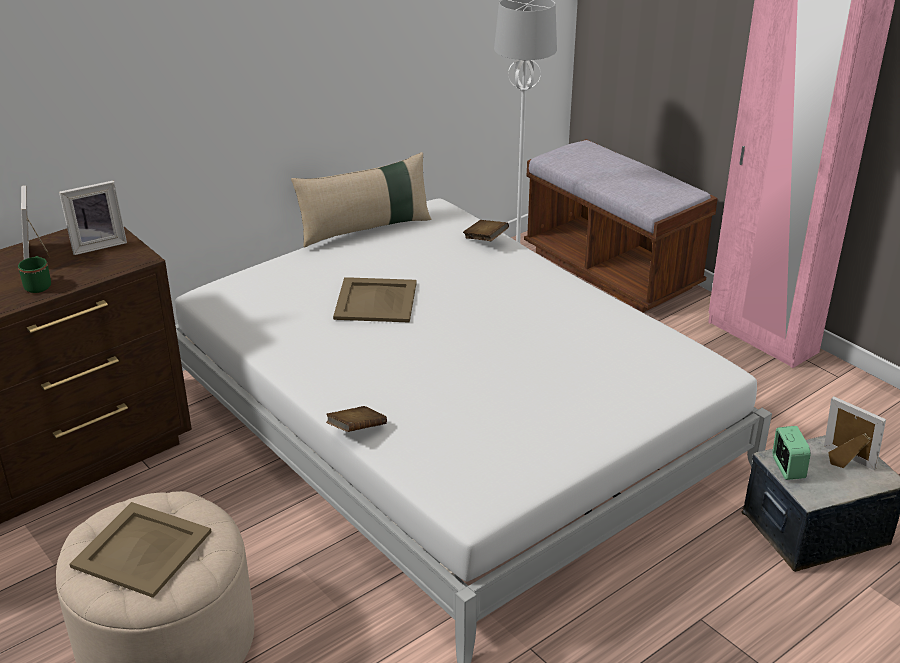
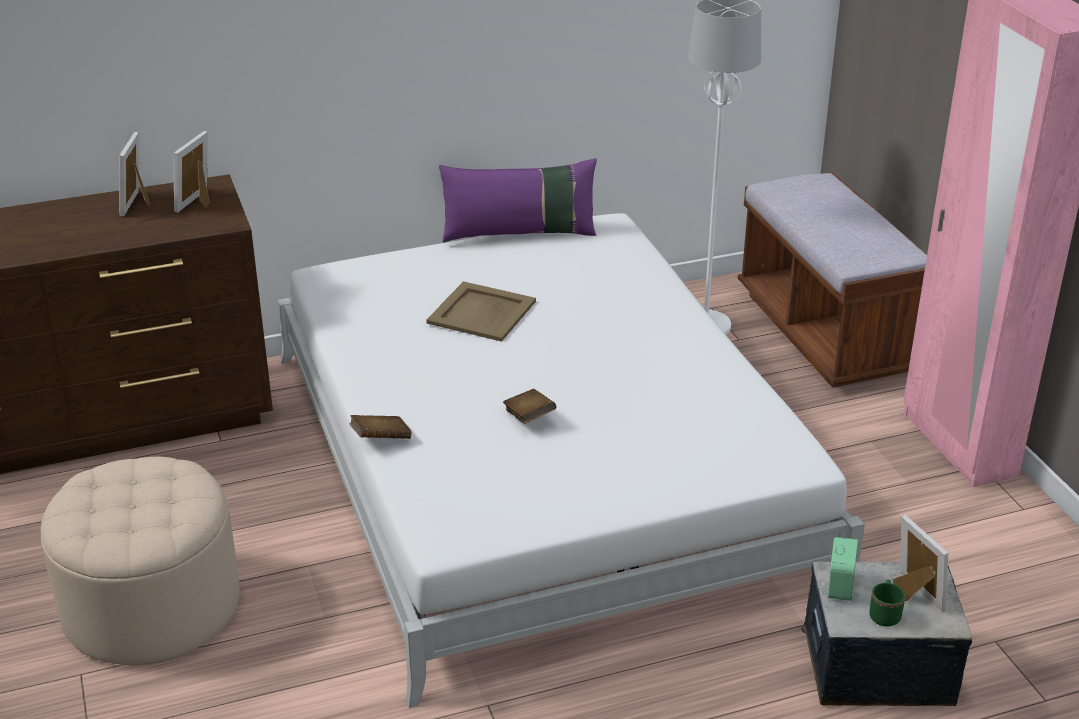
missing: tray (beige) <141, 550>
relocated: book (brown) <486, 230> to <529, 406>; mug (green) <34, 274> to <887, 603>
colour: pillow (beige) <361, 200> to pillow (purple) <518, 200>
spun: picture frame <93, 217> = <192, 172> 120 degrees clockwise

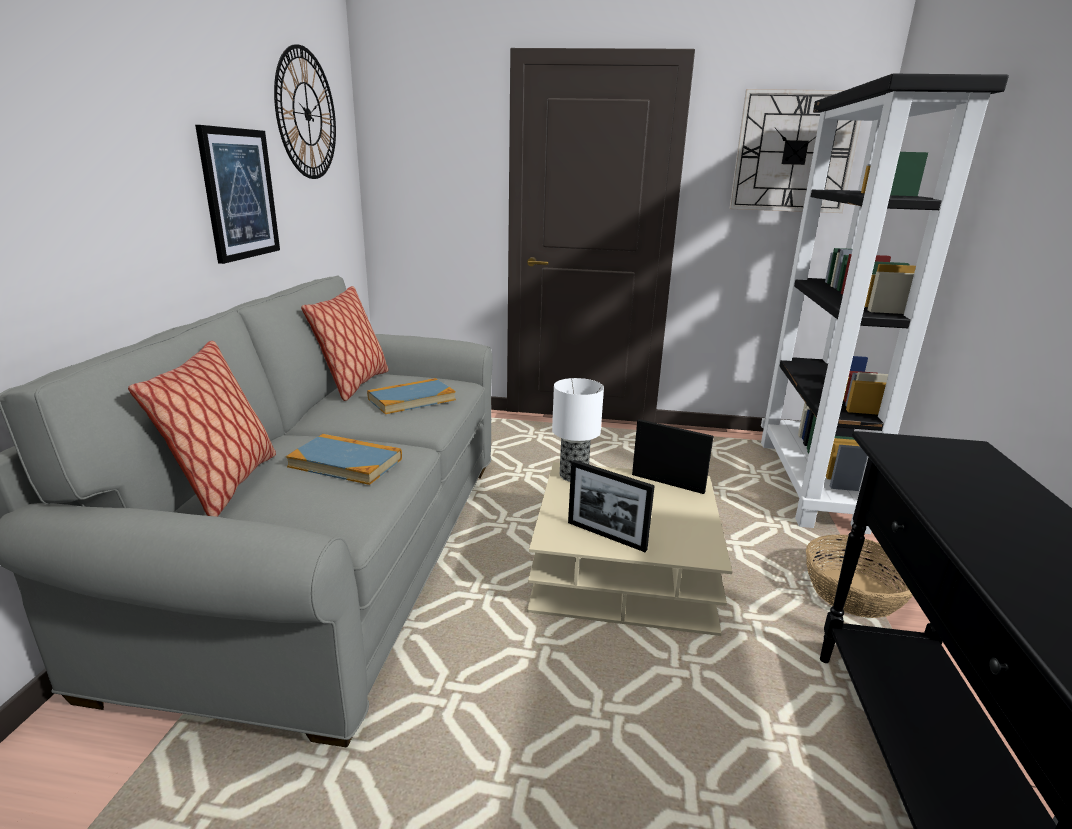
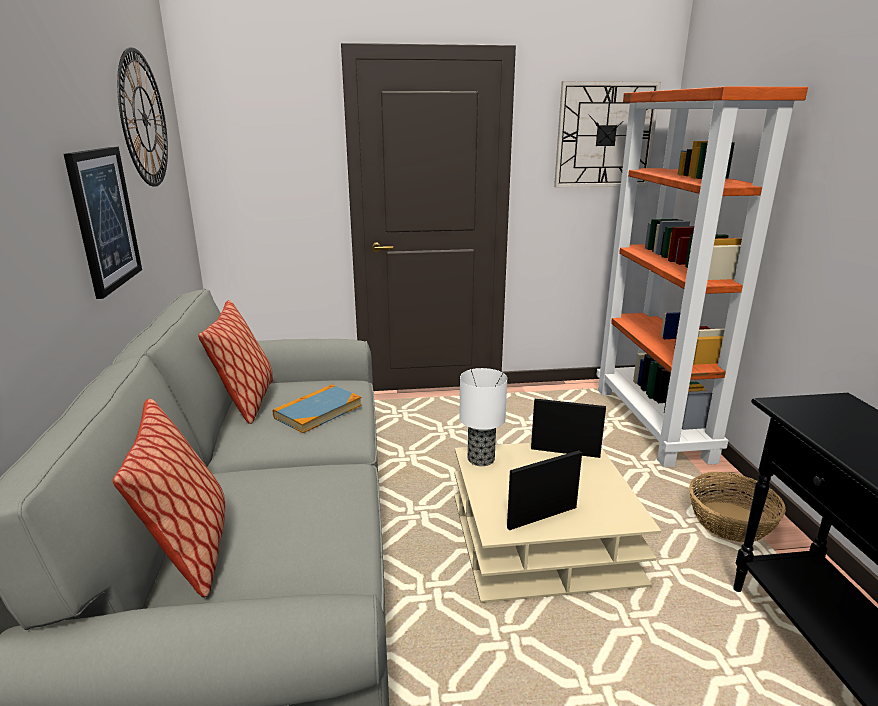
missing: book <344, 459>
colour: bookcase (black) <885, 304> to bookcase (orange) <702, 276>
spun: picture frame <611, 506> = <544, 490> 135 degrees clockwise

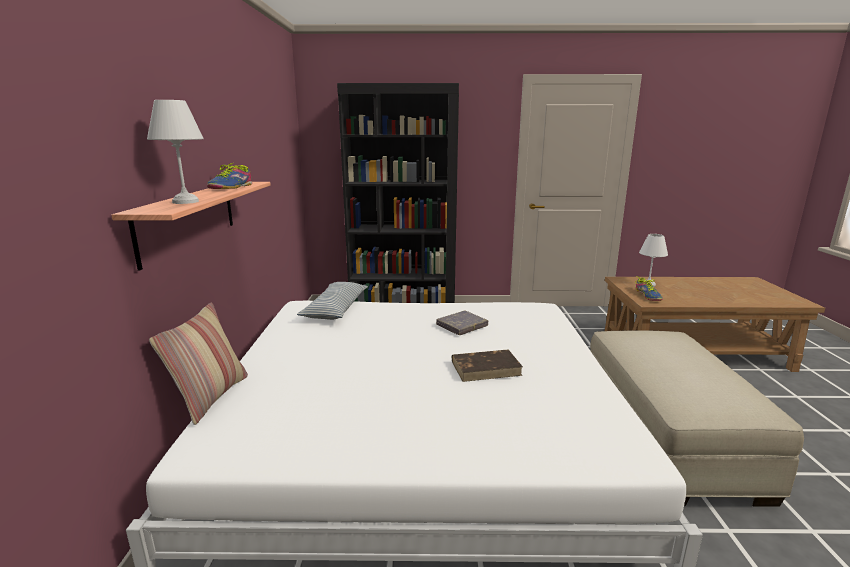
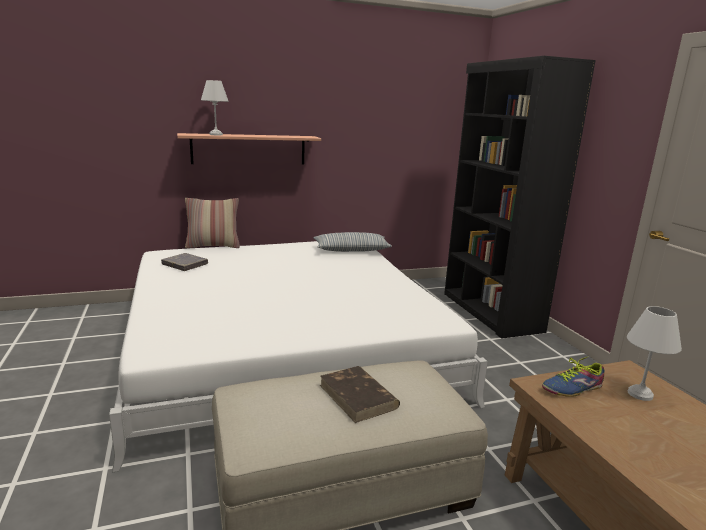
missing: shoe <229, 176>
relocated: book (grey) <462, 322> to <184, 262>; book (brown) <487, 366> to <360, 394>

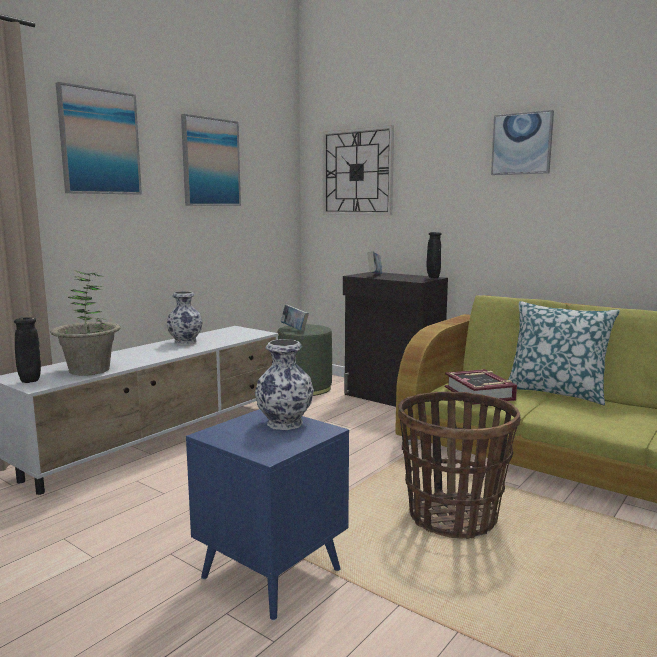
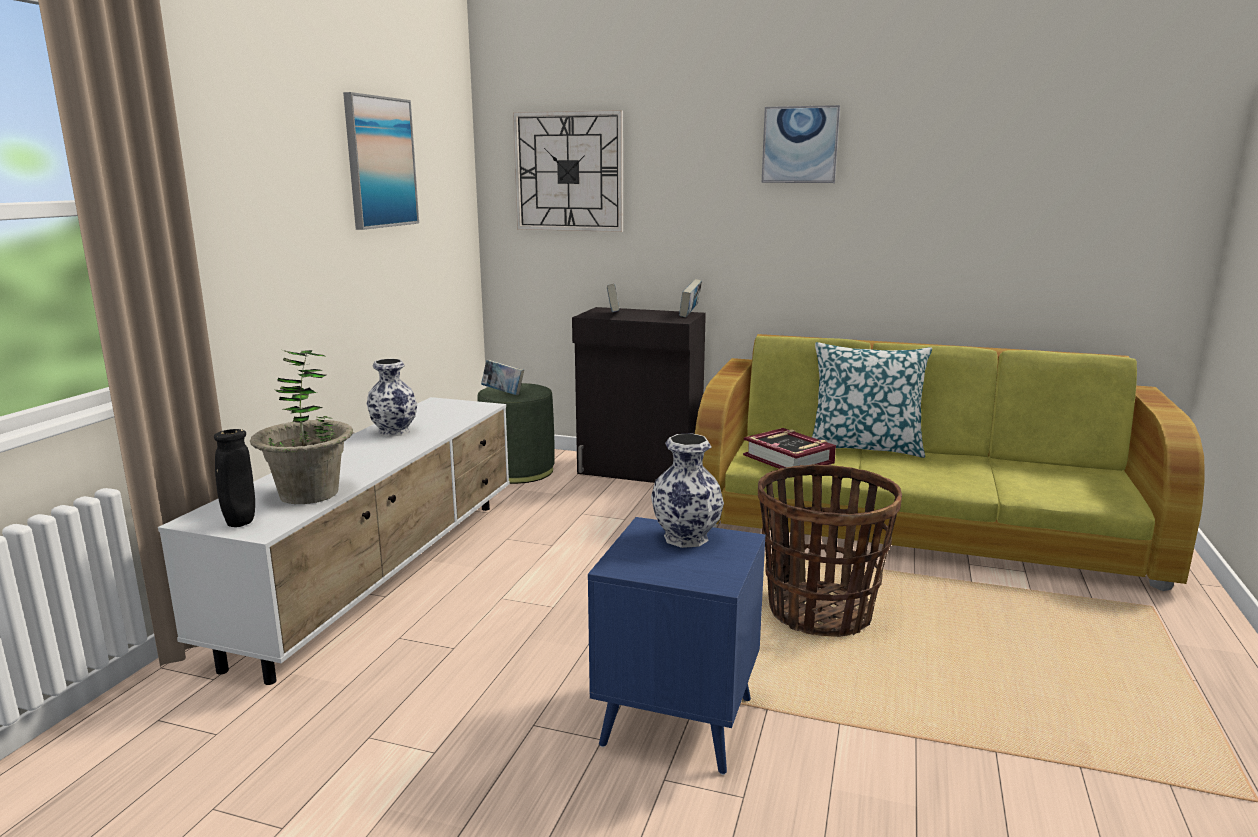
missing: picture <99, 138>
exchanged: vase (black) <434, 255> to book <690, 298>

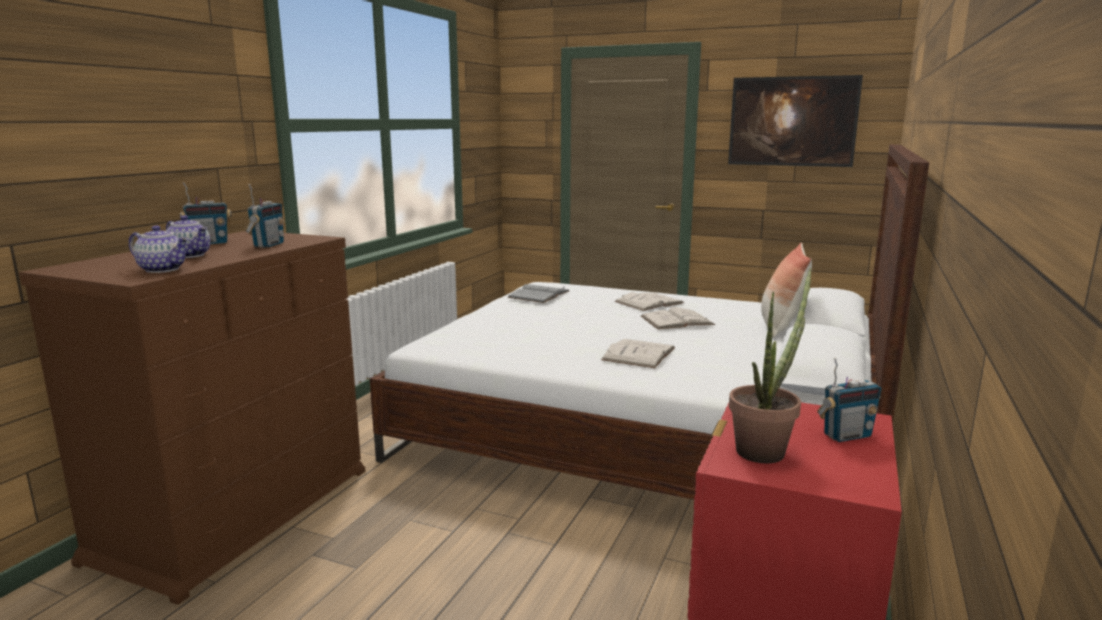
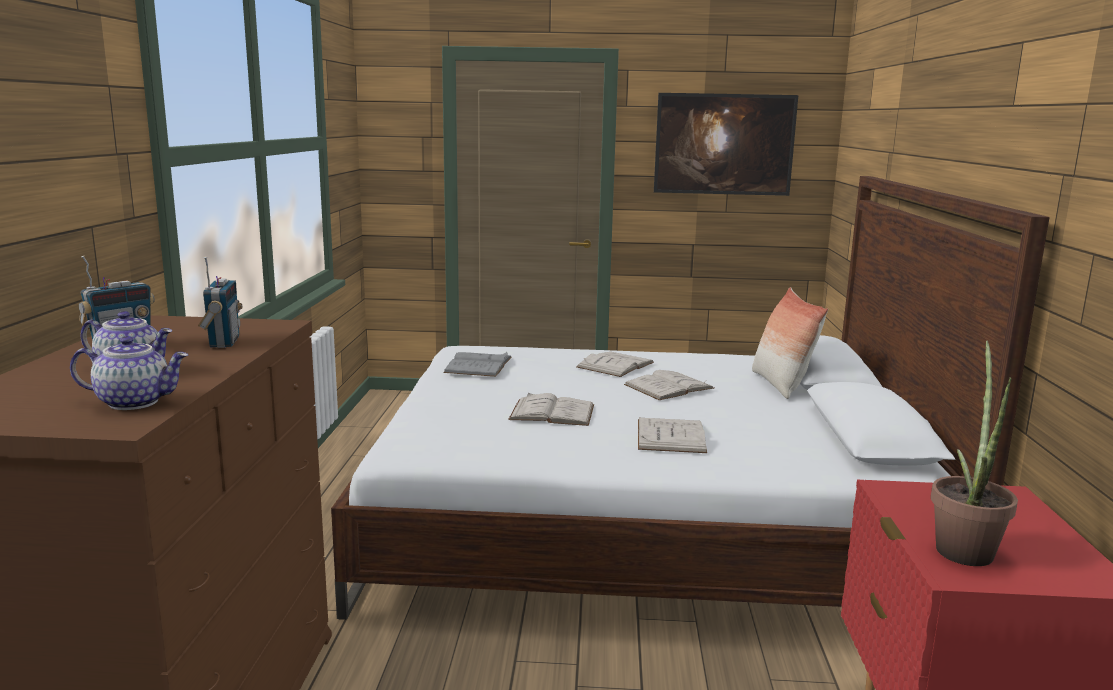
missing: radio <849, 400>
appeared: book (white) <551, 409>

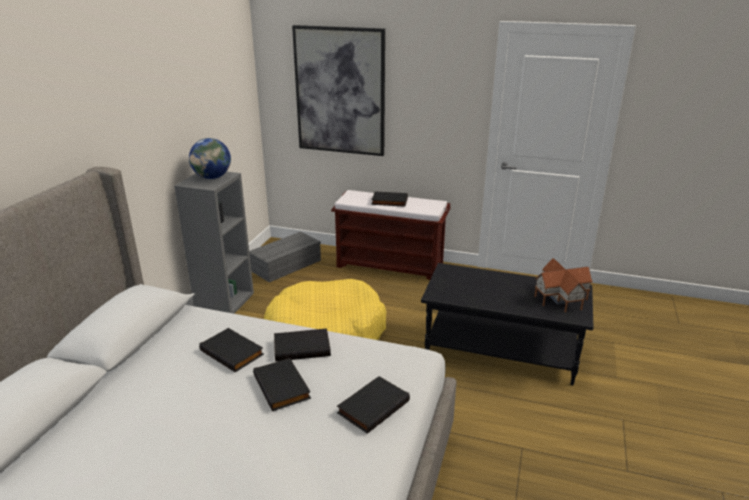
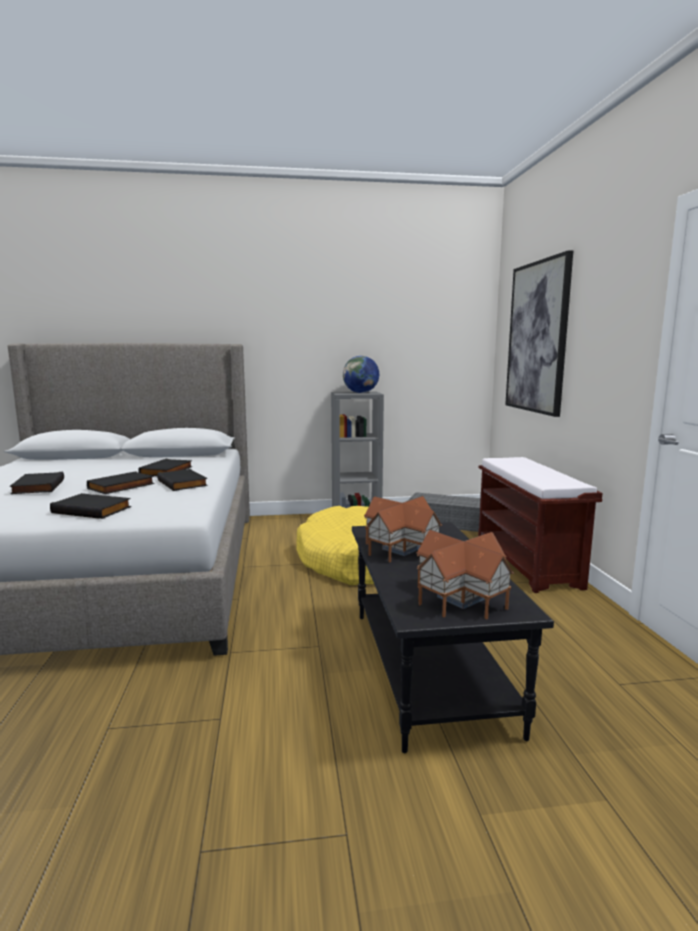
appeared: toy house <403, 529>
relocated: book (black) <389, 199> to <37, 483>

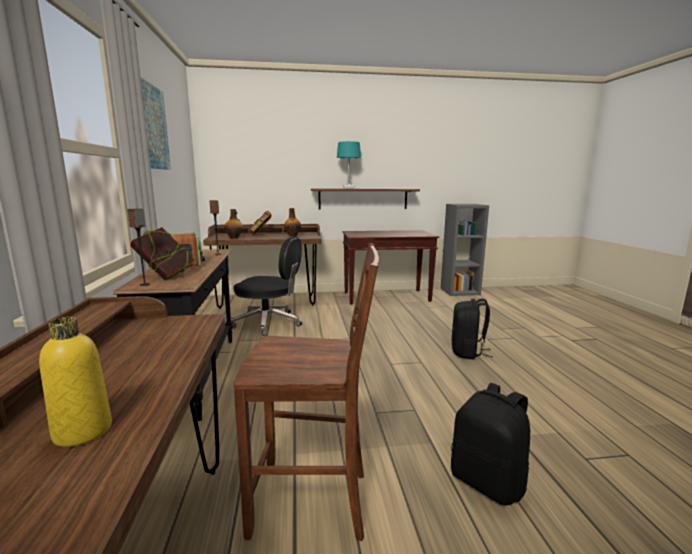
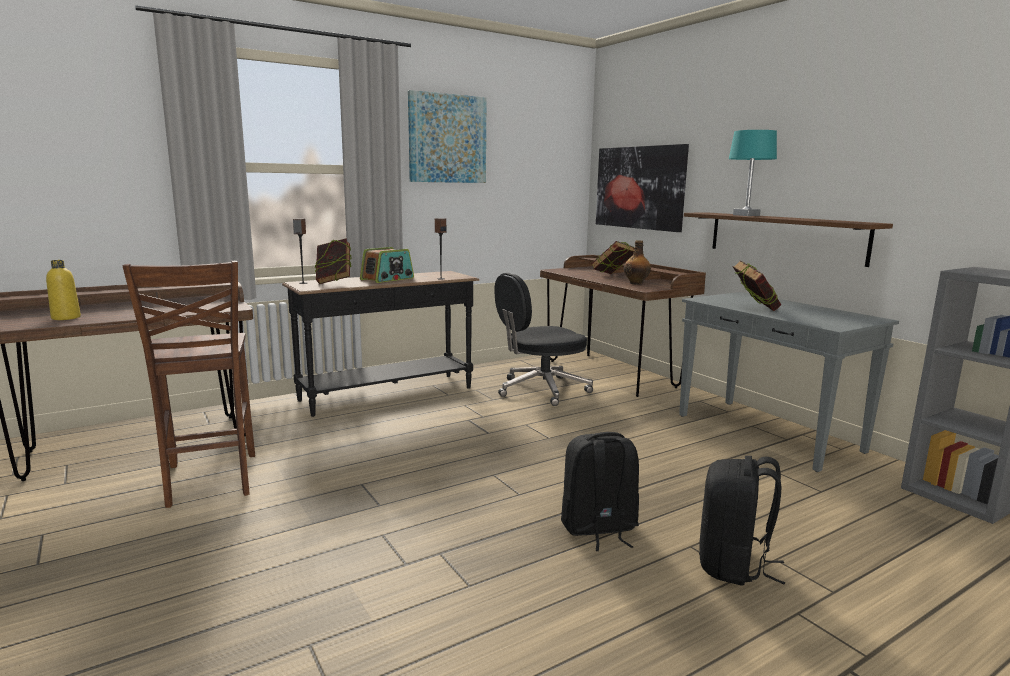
missing: bottle <233, 224>
appeared: picture <642, 188>; book <756, 285>
relocated: backpack (black) <490, 444> to <742, 521>
colour: console table (brown) <390, 267> to console table (grey) <789, 382>
spun: office chair (black) <266, 286> = <543, 339> 75 degrees clockwise

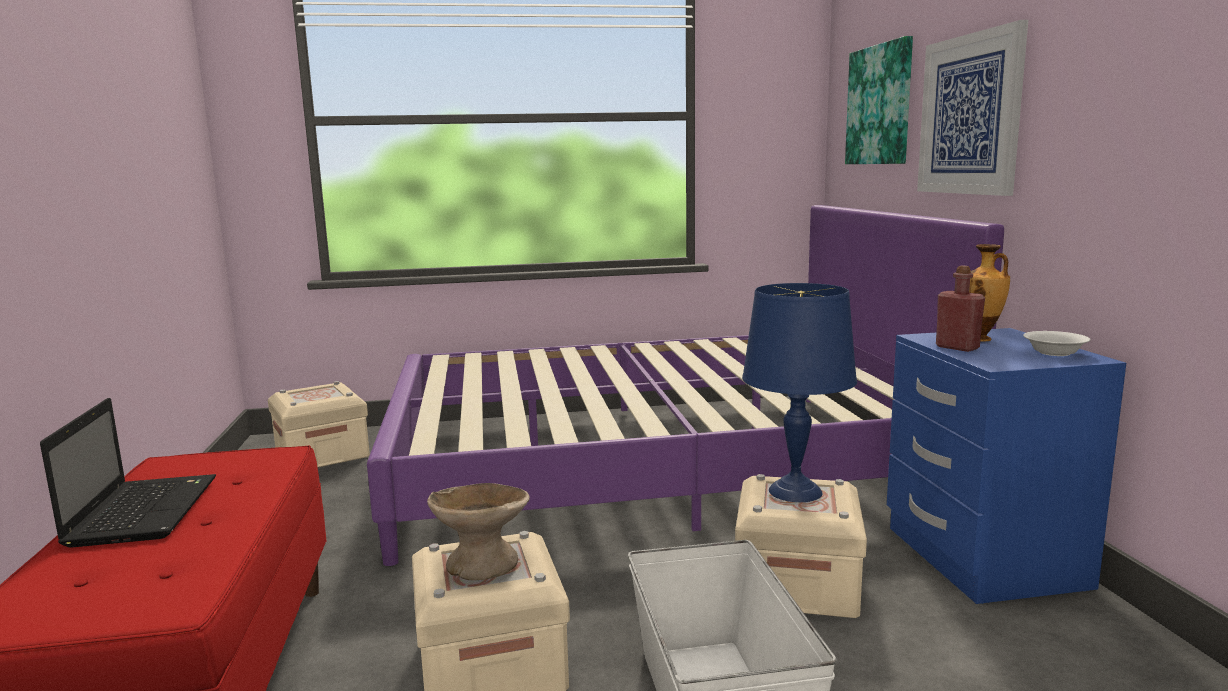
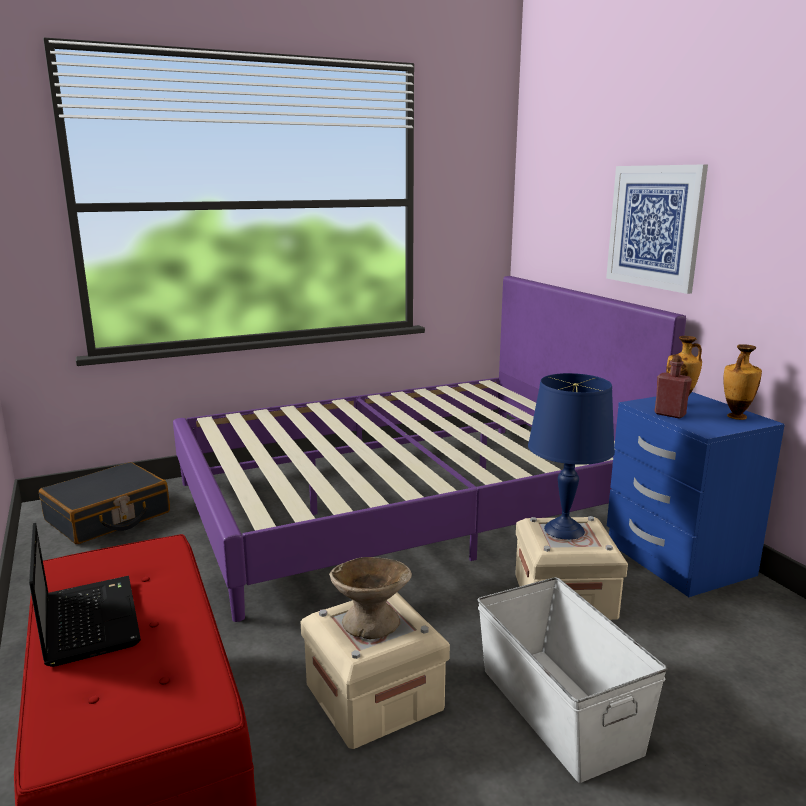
missing: picture <879, 100>
exchanged: bowl (white) <1057, 343> to vase <742, 382>; storage box (beige) <319, 424> to suitcase (black) <104, 503>

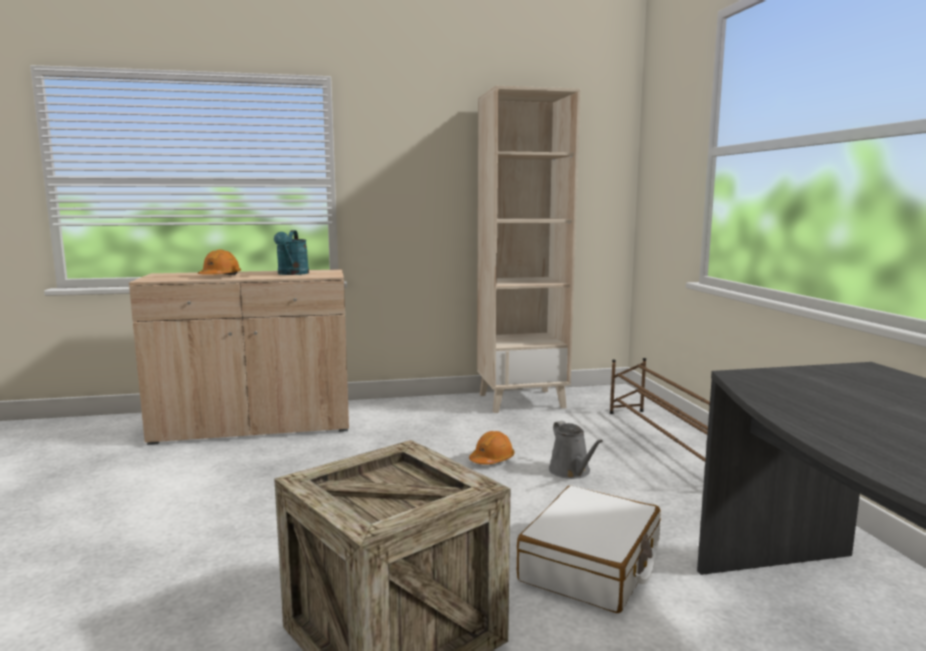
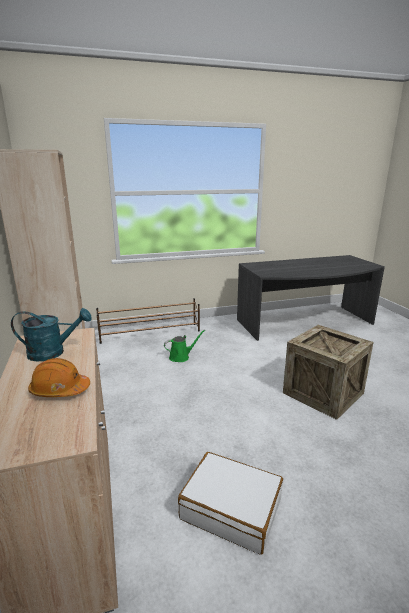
missing: hard hat (orange) <492, 448>
relocated: suitcase (white) <589, 549> to <230, 503>
colour: watering can (grey) <576, 450> to watering can (green) <184, 346>

